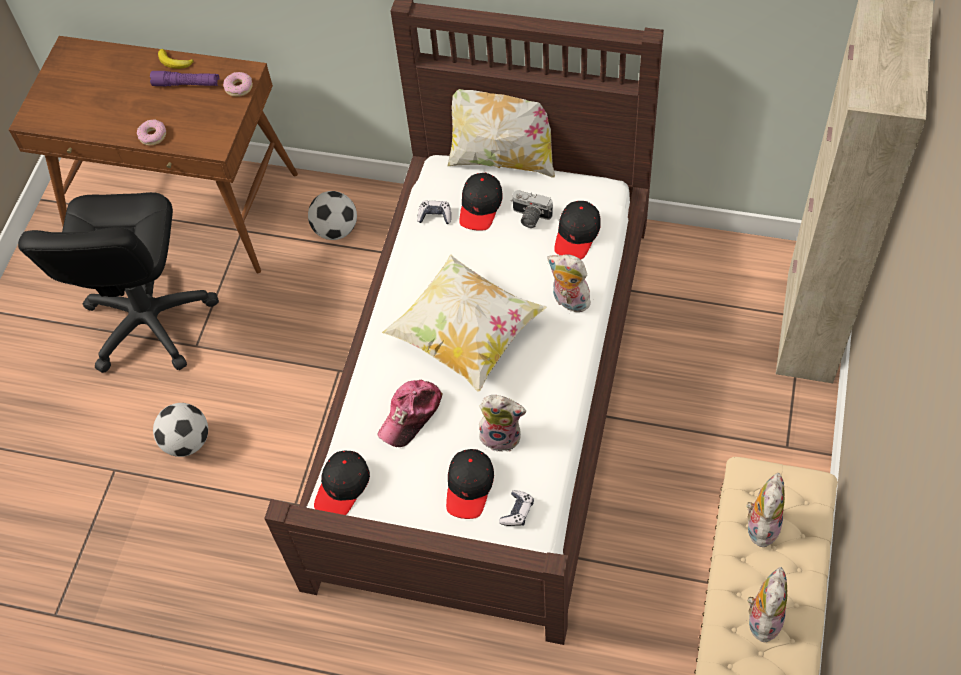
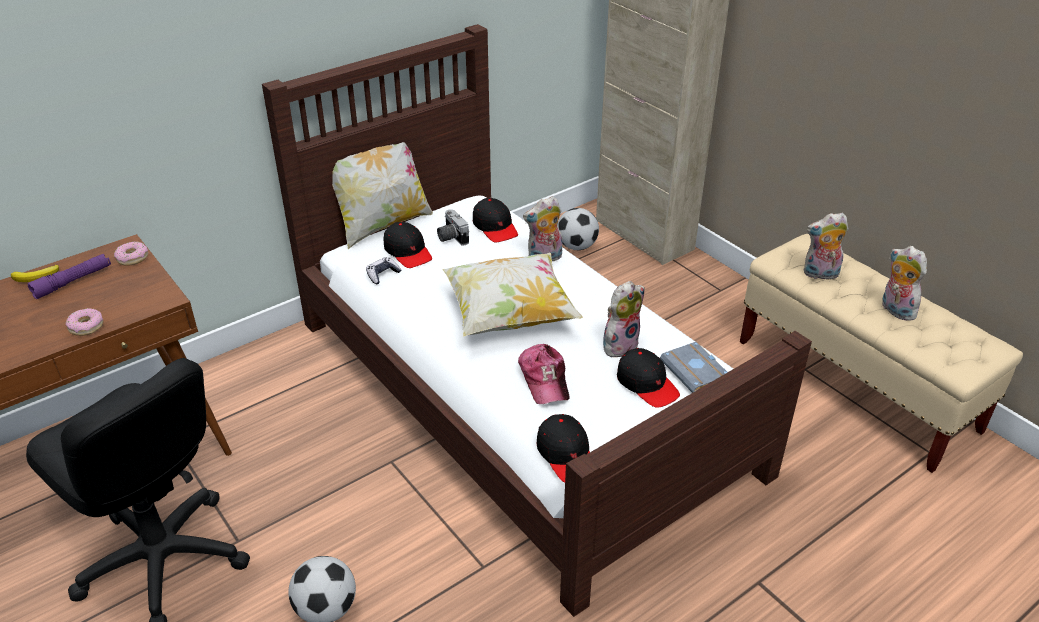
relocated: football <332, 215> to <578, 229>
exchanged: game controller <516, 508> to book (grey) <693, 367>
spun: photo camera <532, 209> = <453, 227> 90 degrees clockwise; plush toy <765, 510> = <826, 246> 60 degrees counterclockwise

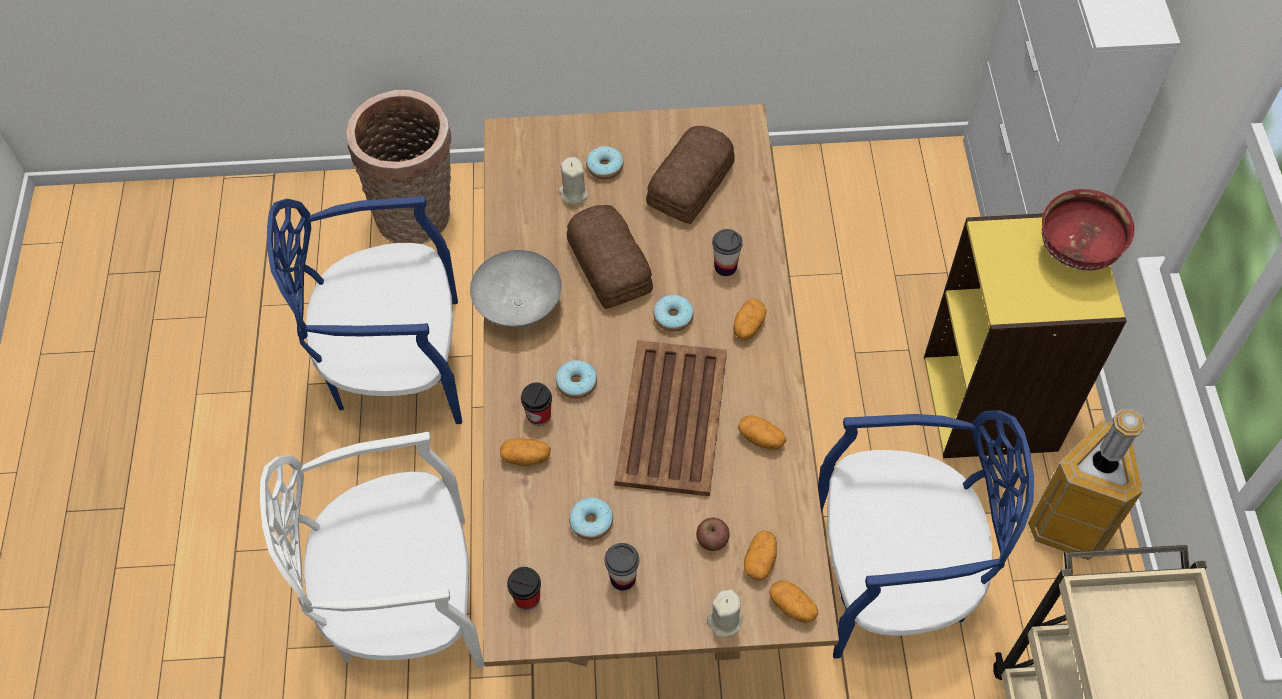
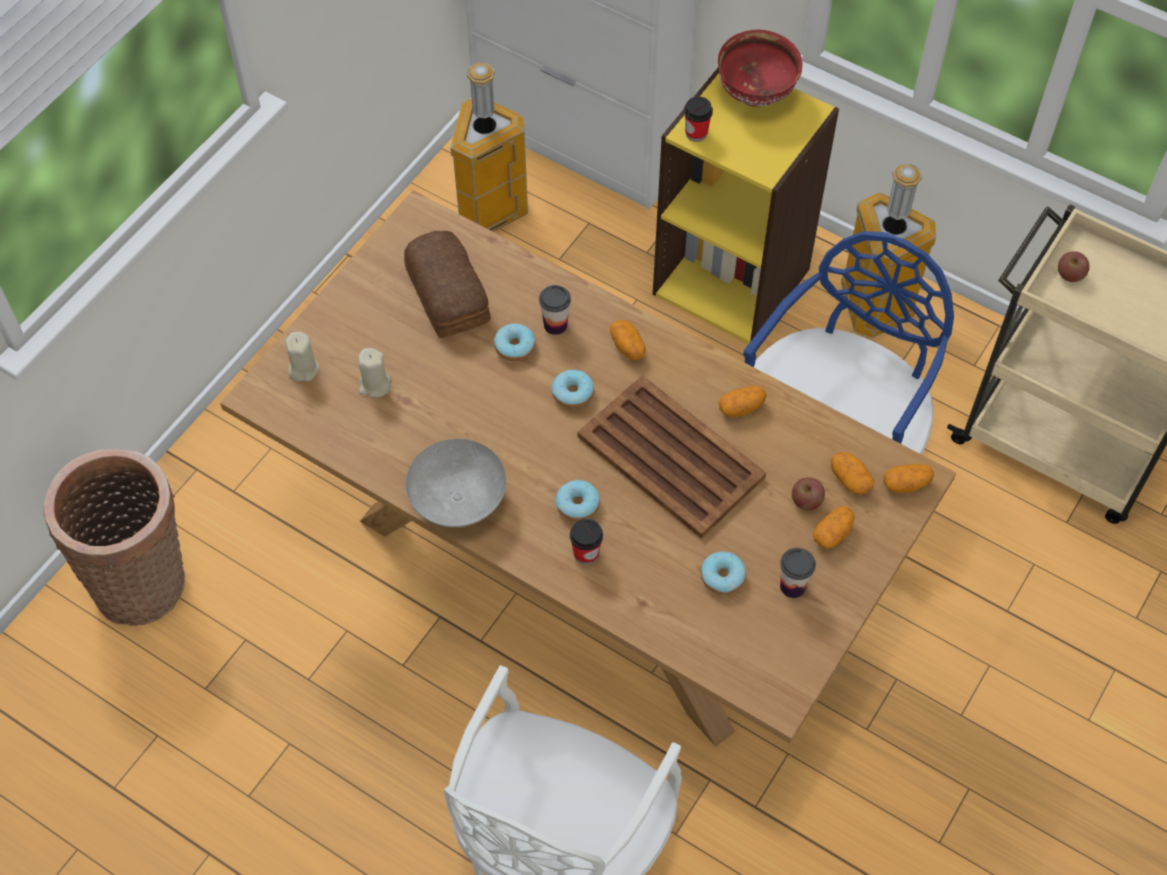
missing: chair (blue) <364, 310>; bread <610, 257>
appeared: trash can <489, 147>; apple <1074, 266>
relocated: donut <605, 162> to <515, 342>; potato <525, 452> to <833, 527>; cup <524, 588> to <698, 119>; candle (beige) <725, 613> to <302, 356>

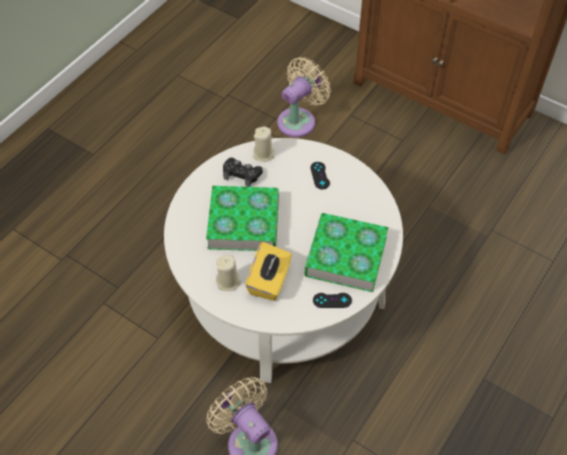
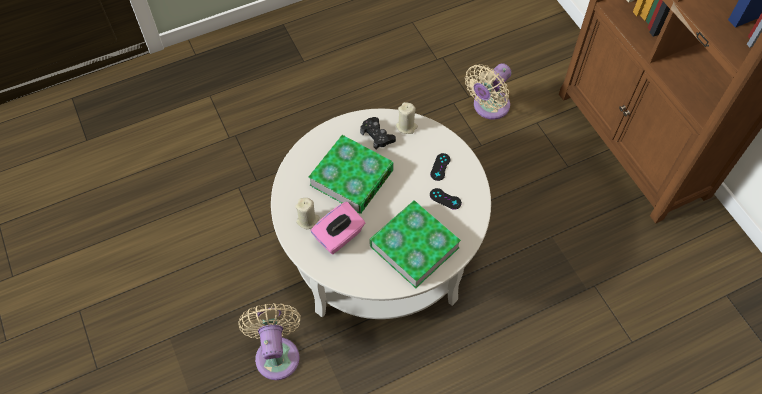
relocated: game controller (black) <332, 300> to <446, 199>
colour: tissue box (yellow) <268, 271> to tissue box (pink) <338, 228>
spun: fan (beige) <304, 97> = <488, 91> 150 degrees clockwise

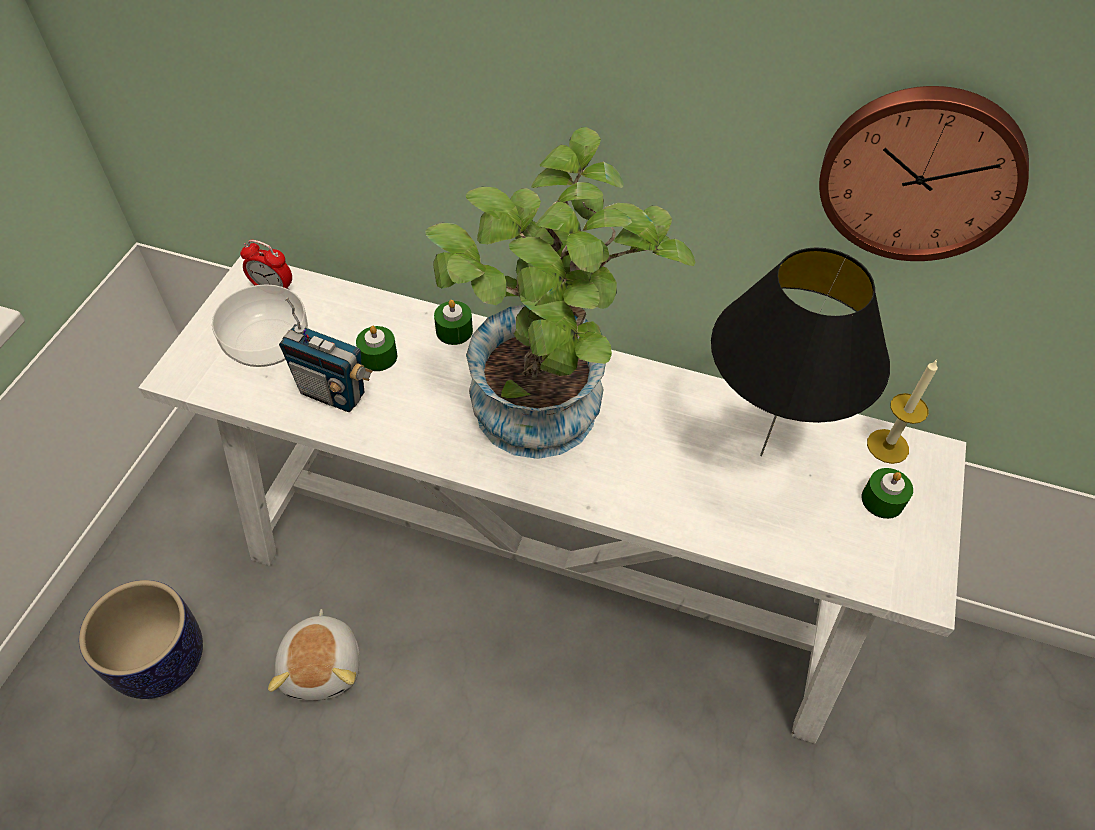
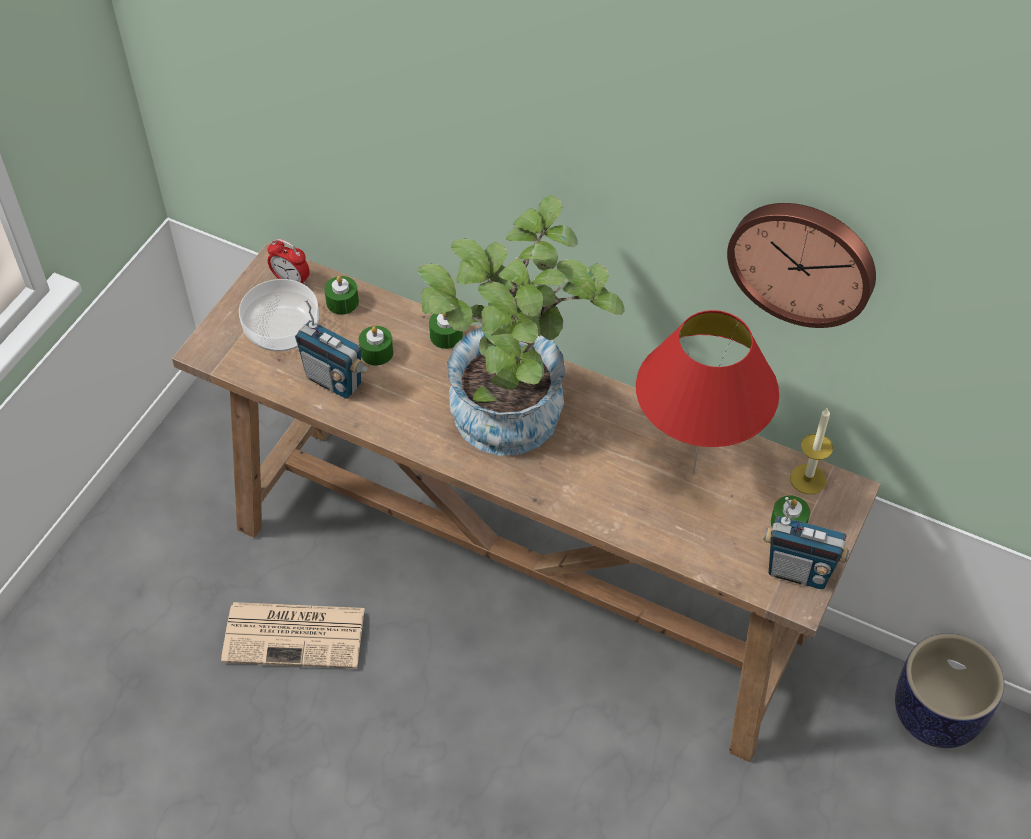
appeared: candle (green) <341, 295>; radio <806, 543>
relocated: planter <141, 639> to <949, 690>
exchanged: plush toy <314, 655> to newspaper <293, 635>
colour: table lamp (black) <800, 351> to table lamp (red) <707, 392>; console table (white) <552, 500> to console table (brown) <526, 503>

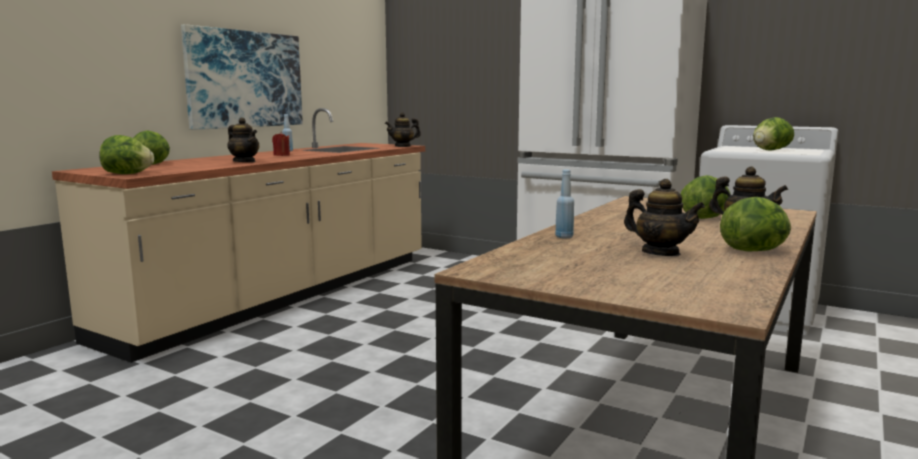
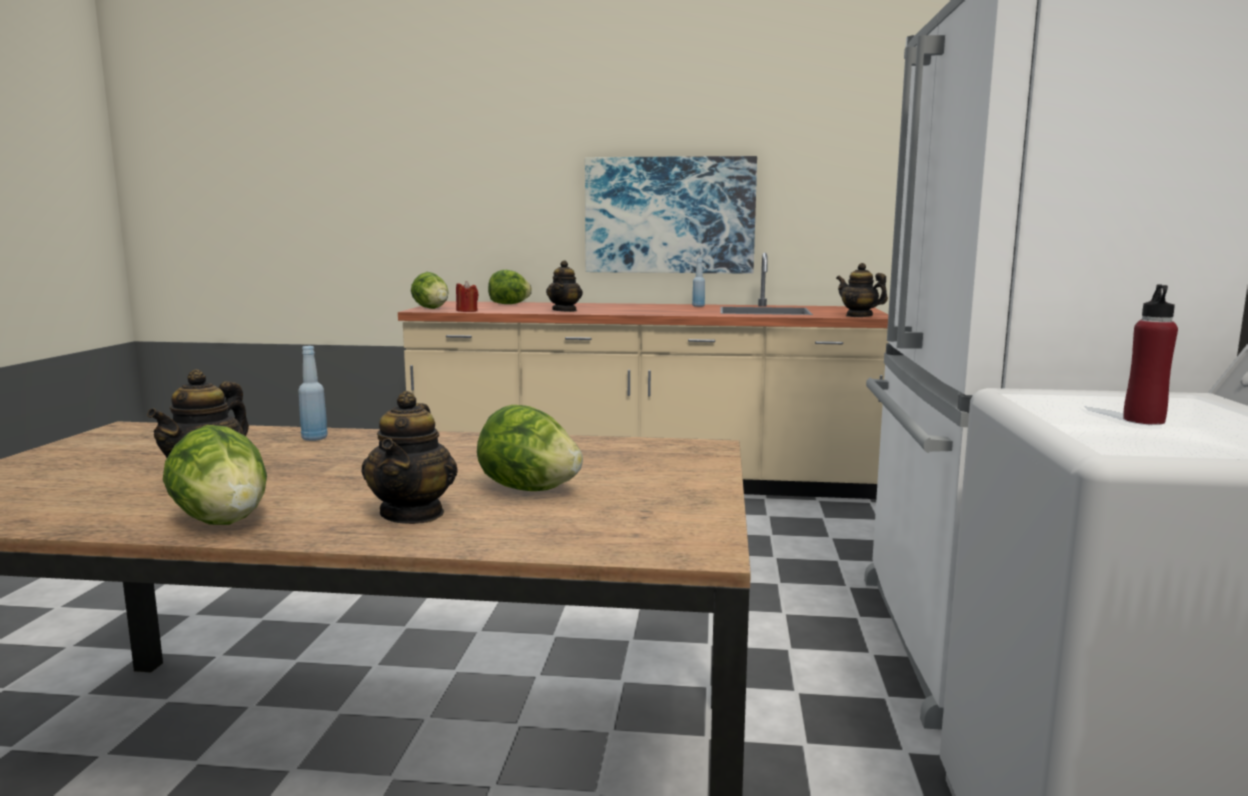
relocated: candle (red) <281, 144> to <467, 296>
exchanged: lettuce <773, 133> to bottle (red) <1150, 355>

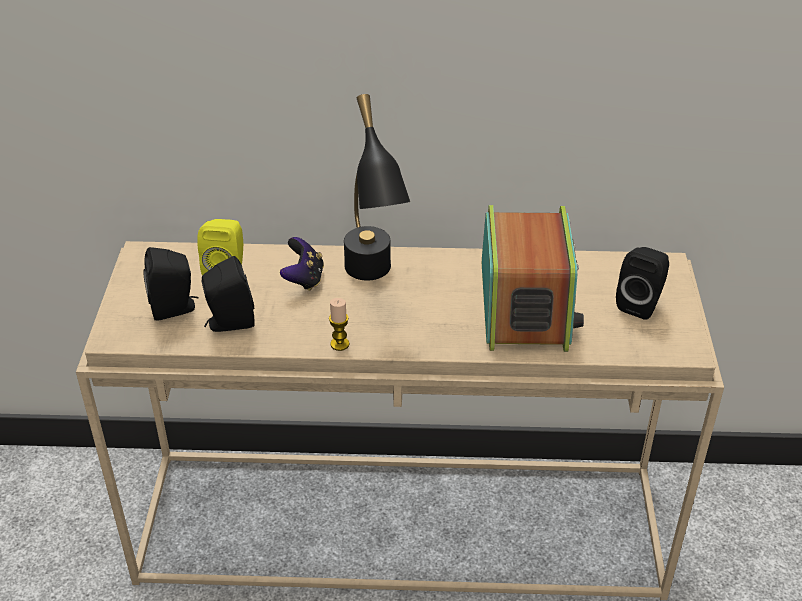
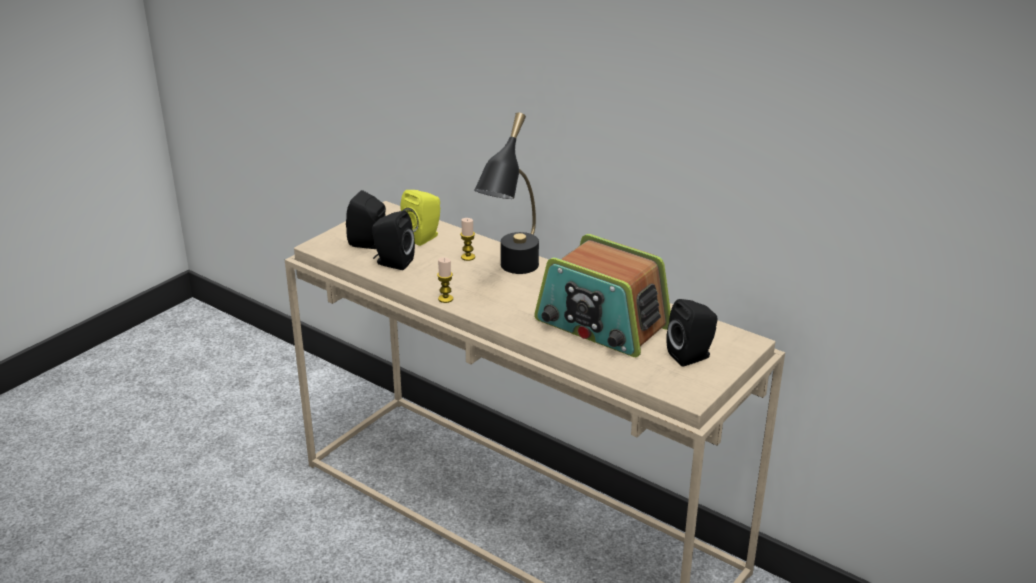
exchanged: game controller <302, 264> to candle <467, 239>
spun: radio <533, 278> = <602, 296> 90 degrees clockwise

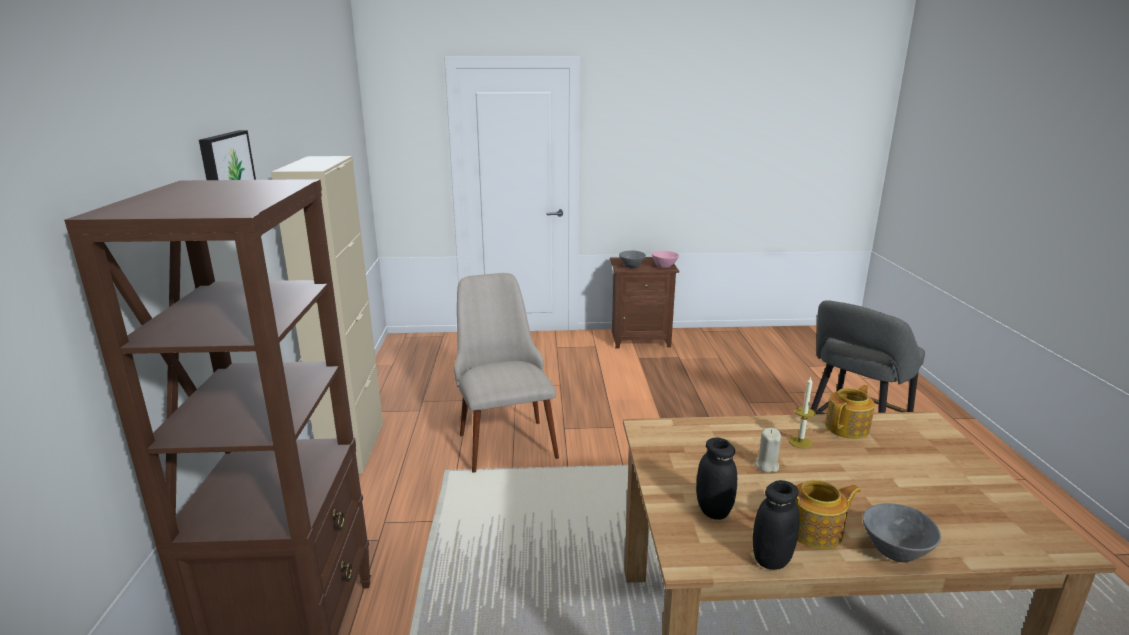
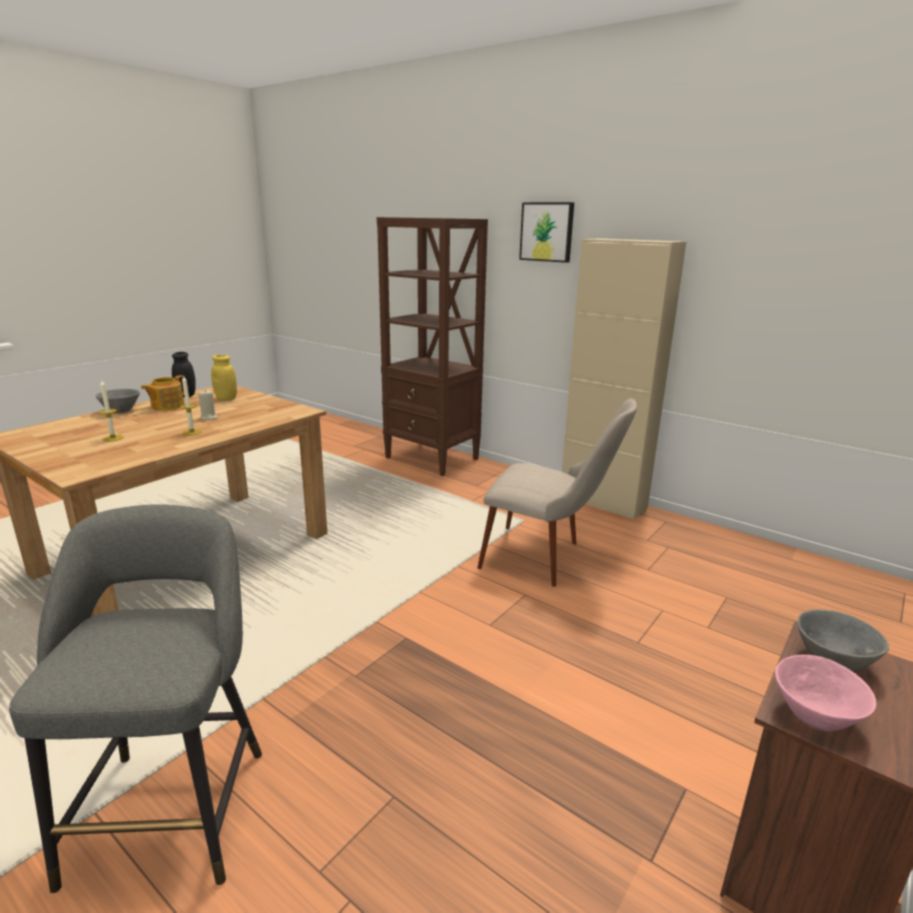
missing: teapot <850, 412>
appeared: candle <111, 410>
colour: jar (black) <716, 479> to jar (yellow) <224, 378>

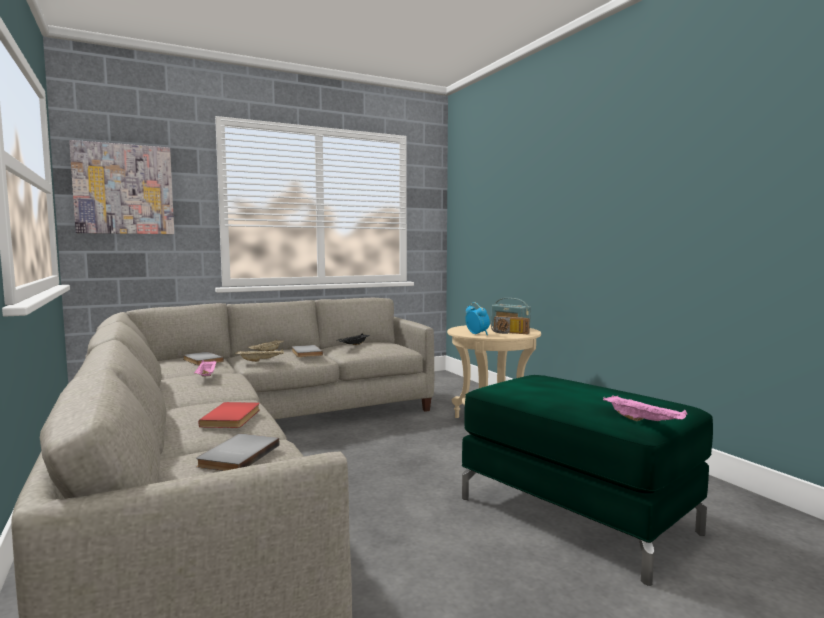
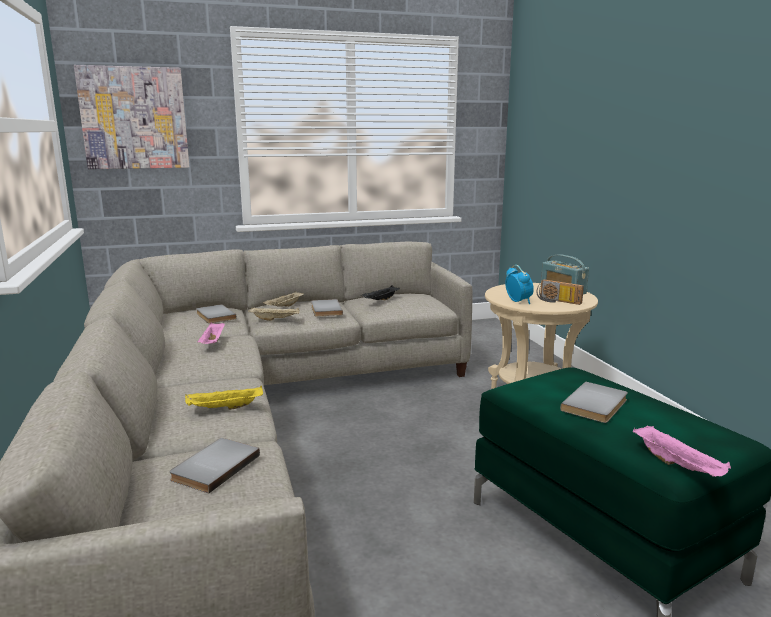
appeared: book (grey) <594, 402>
exchanged: book (red) <229, 415> to tray (yellow) <224, 398>

